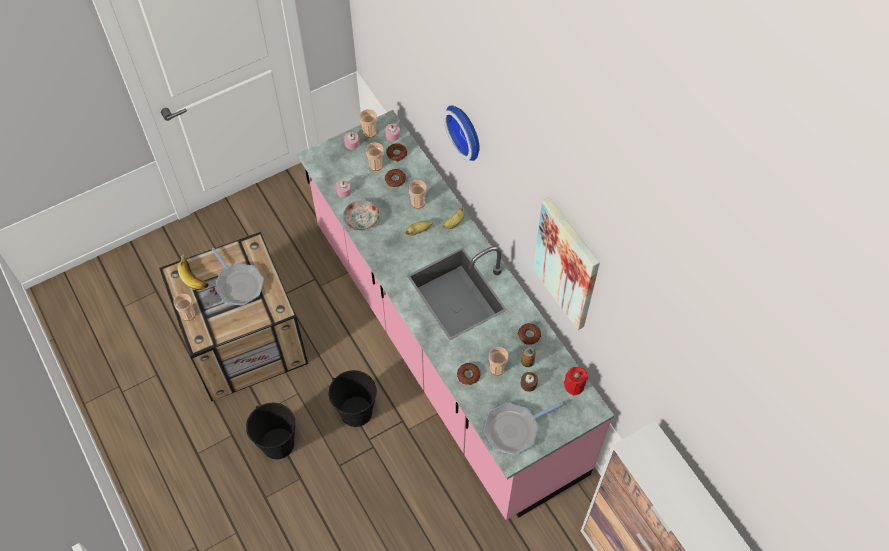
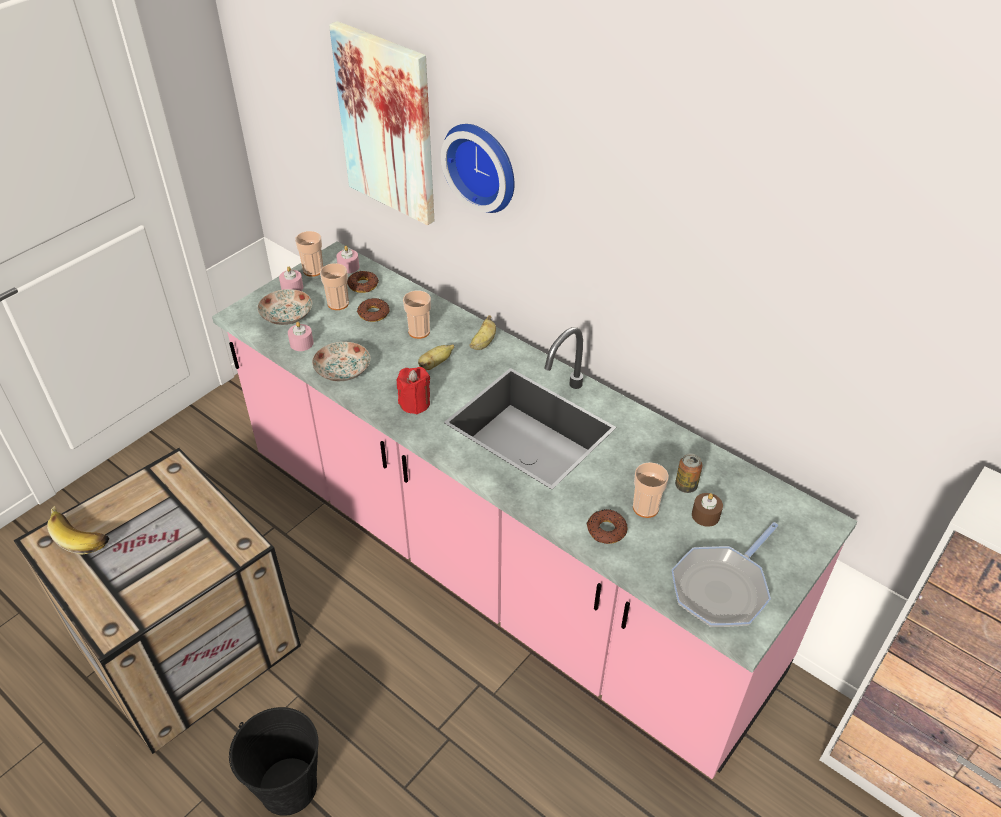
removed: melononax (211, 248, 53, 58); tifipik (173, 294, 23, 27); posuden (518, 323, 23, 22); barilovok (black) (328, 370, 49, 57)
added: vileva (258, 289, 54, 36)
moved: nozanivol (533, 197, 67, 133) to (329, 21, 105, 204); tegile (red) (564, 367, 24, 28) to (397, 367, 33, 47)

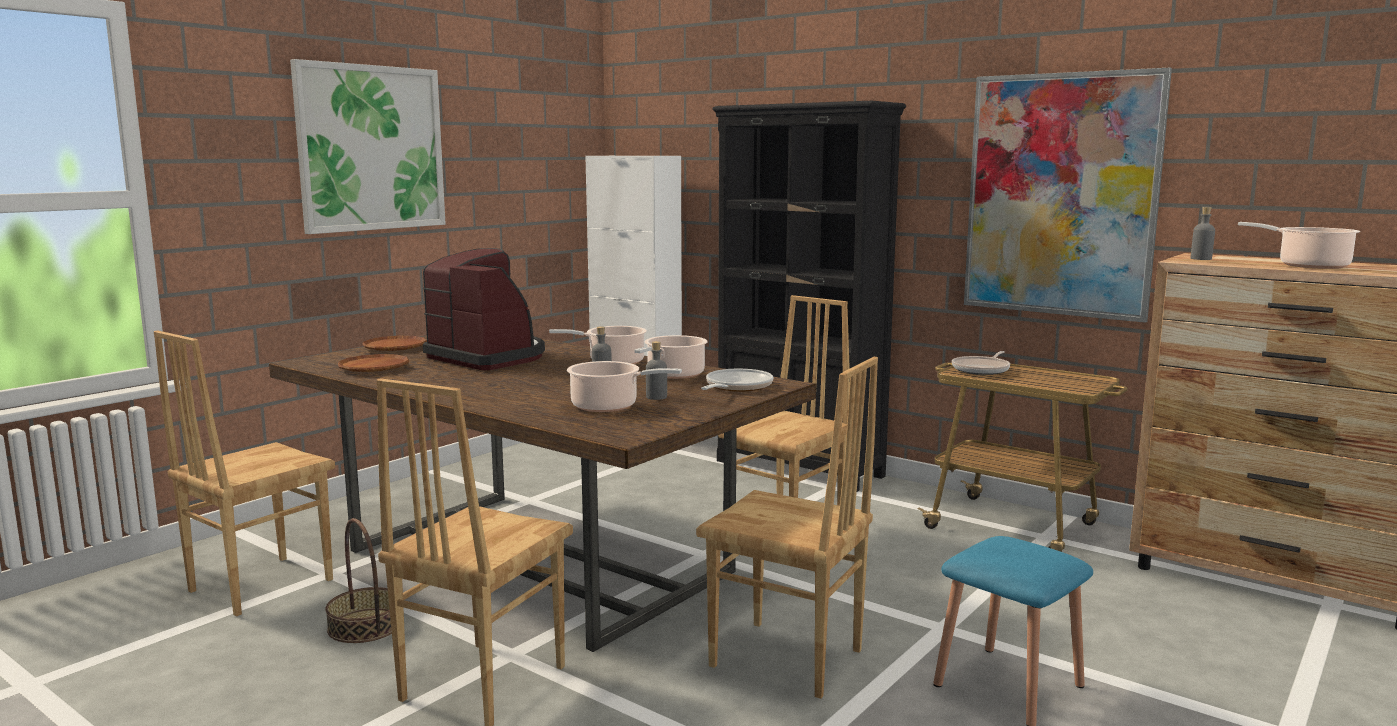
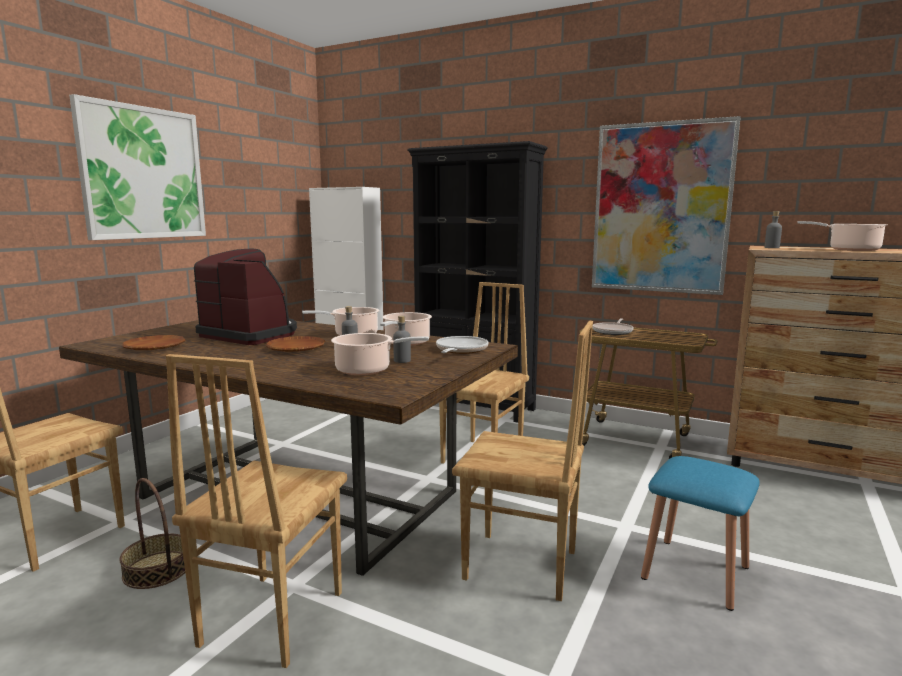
moved: vileva (brown) (362, 336, 65, 15) to (265, 336, 60, 16)

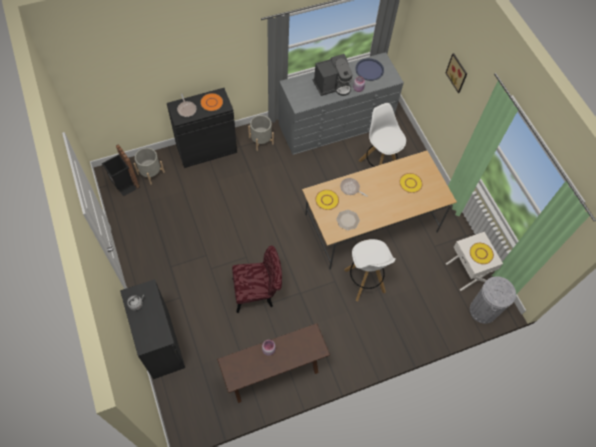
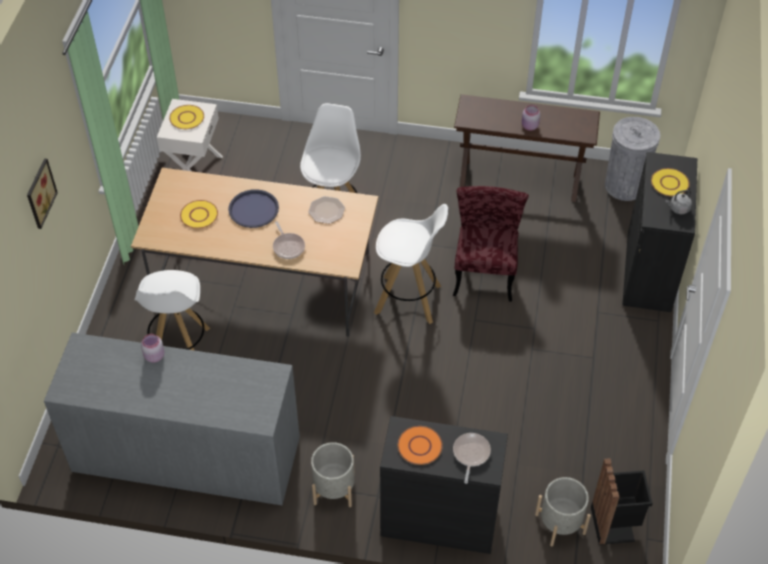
removed: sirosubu (313, 54, 40, 42)
added: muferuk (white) (374, 204, 74, 120)
moved: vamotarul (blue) (355, 58, 29, 23) to (228, 189, 51, 39); vileva (yellow) (315, 190, 24, 20) to (651, 168, 39, 28); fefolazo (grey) (470, 276, 46, 48) to (605, 117, 55, 84)
turned: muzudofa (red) (232, 246, 50, 67) = (453, 186, 76, 116) 75 degrees clockwise

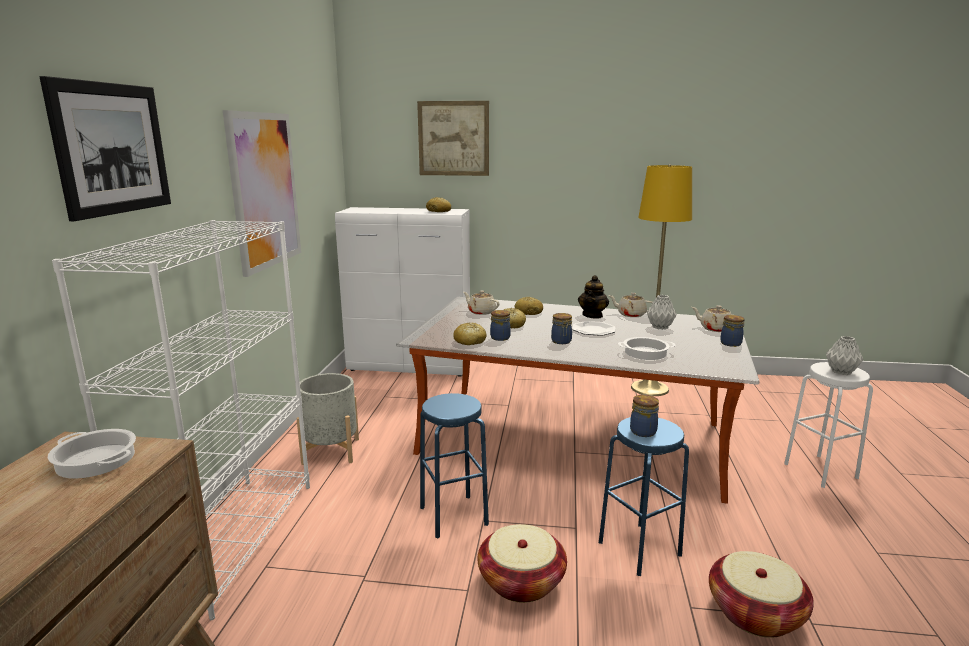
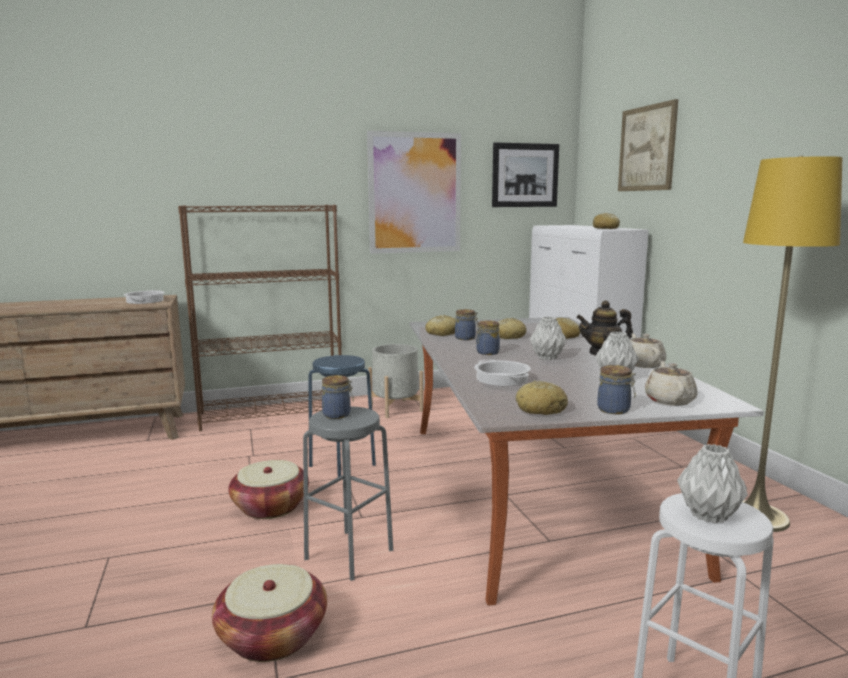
removed: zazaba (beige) (463, 291, 37, 24)
added: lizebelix (516, 381, 52, 34)
moved: nozanivol (40, 76, 131, 145) to (492, 142, 67, 65)
replaced: vileva (572, 321, 44, 15) to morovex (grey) (530, 317, 37, 43)
recoloured: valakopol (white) (52, 220, 258, 400) to valakopol (brown) (178, 205, 164, 226); muferuk (blue) (599, 417, 90, 159) to muferuk (grey) (303, 406, 90, 175)

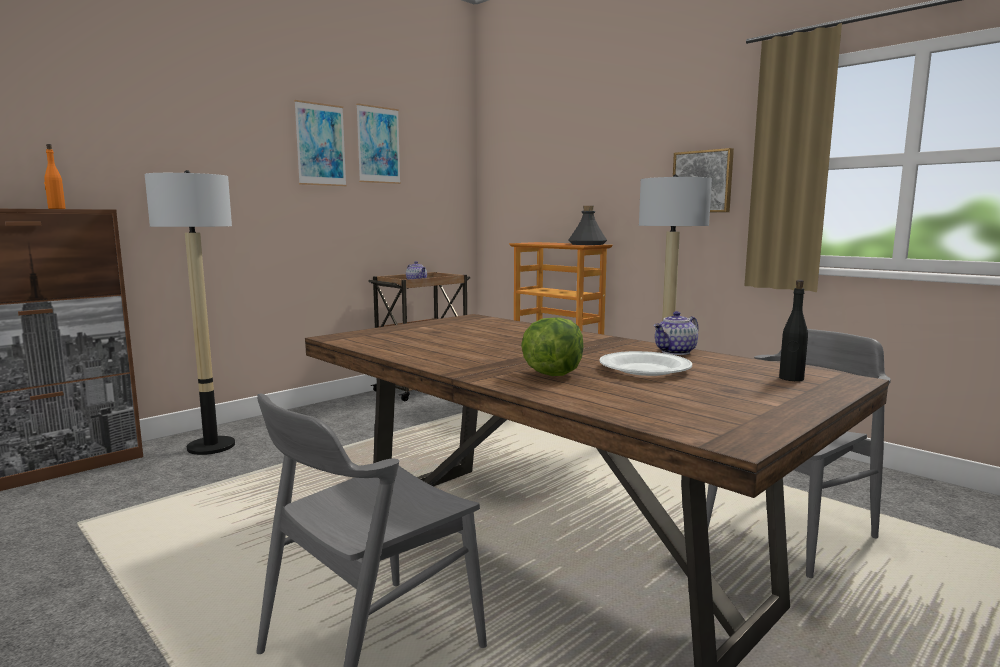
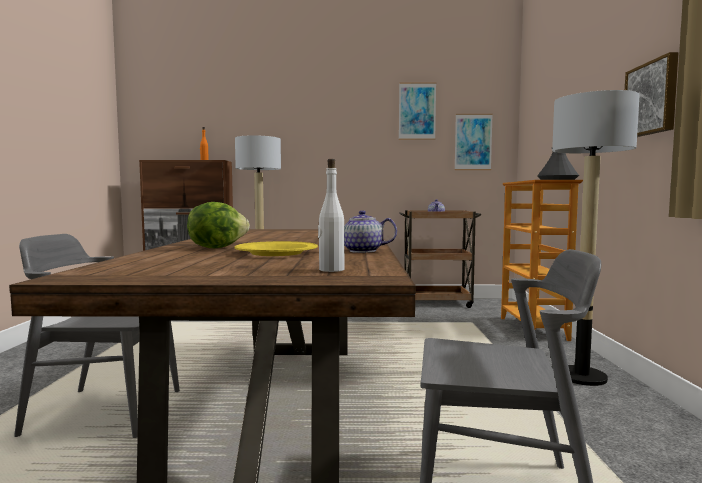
moved: nozanivol (294, 100, 53, 86) to (454, 114, 39, 56)
recoloured: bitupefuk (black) (779, 280, 29, 101) to bitupefuk (white) (318, 159, 26, 113); vileva (white) (599, 351, 93, 25) to vileva (yellow) (234, 241, 84, 15)

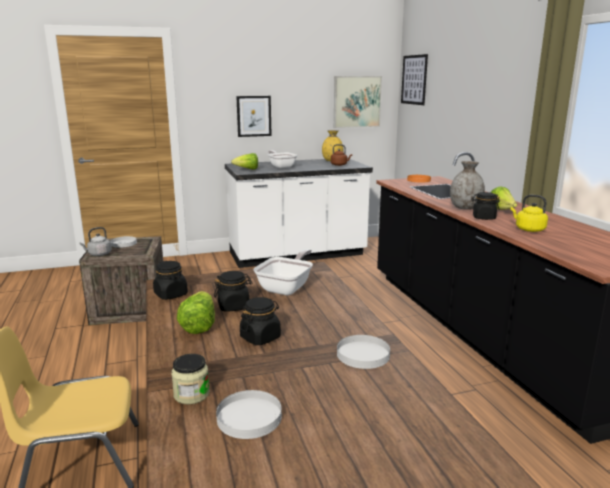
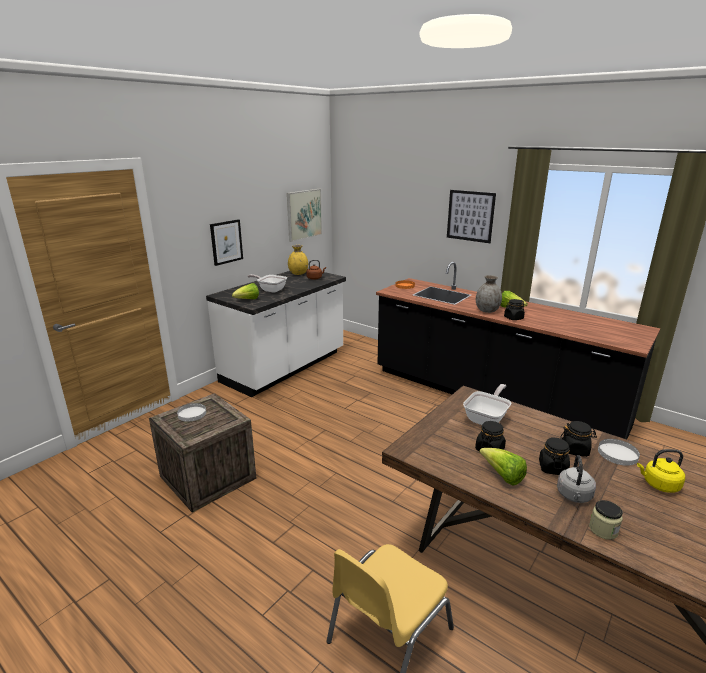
removed: vileva (white) (216, 390, 66, 49)
moved: nozanivol (401, 54, 27, 51) to (447, 190, 49, 53); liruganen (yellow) (511, 195, 37, 37) to (637, 449, 48, 44); liruganen (grey) (79, 227, 33, 29) to (557, 455, 39, 48); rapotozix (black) (153, 261, 35, 39) to (561, 421, 36, 36)
turned: melononax (253, 249, 60, 46) = (463, 384, 48, 41) 45 degrees clockwise

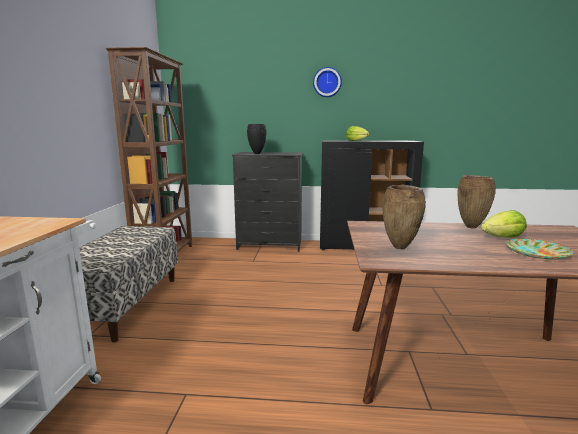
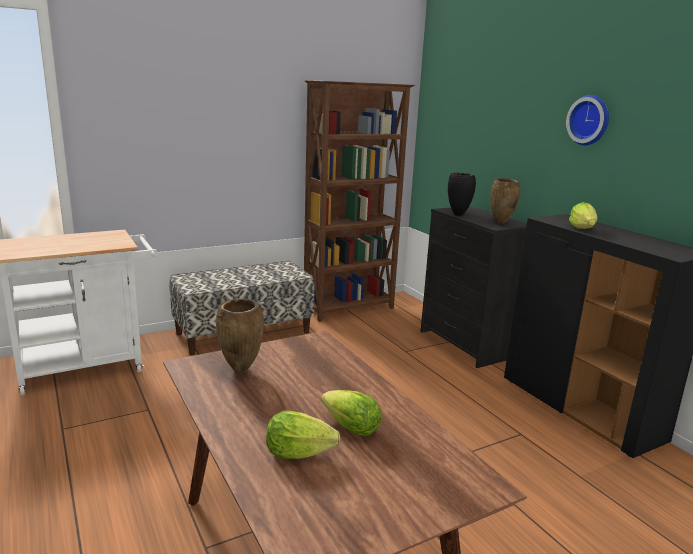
moved: morovex (brown) (457, 175, 39, 53) to (490, 178, 30, 46)
replaced: vileva (505, 239, 69, 21) to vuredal (266, 411, 74, 48)

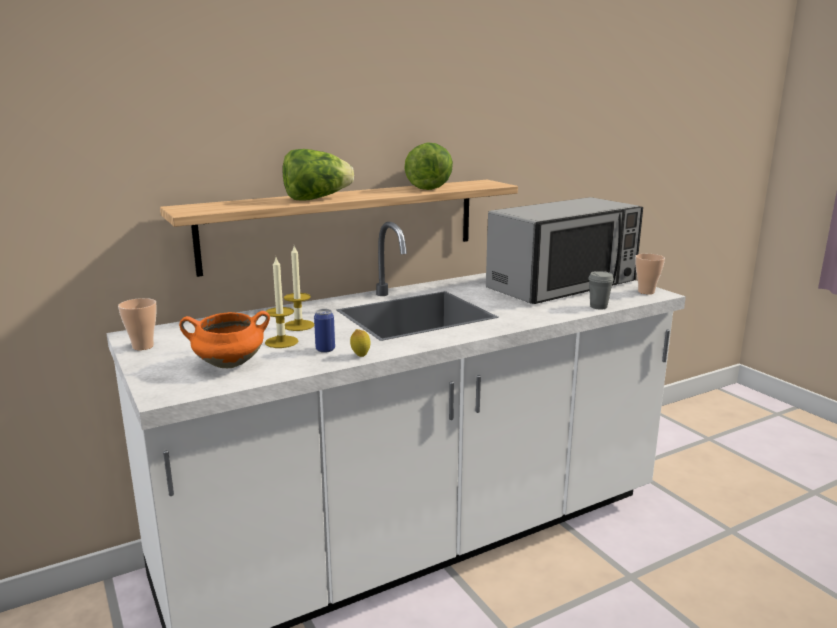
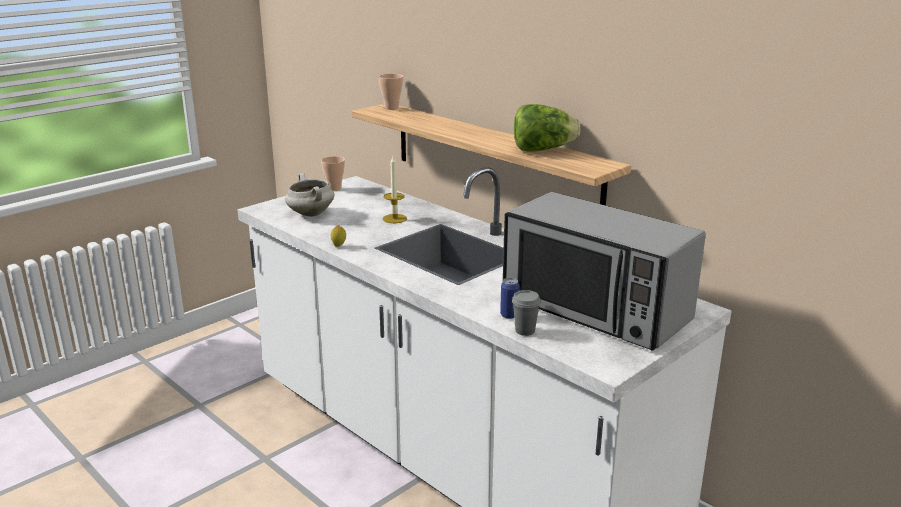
removed: vuredal (283, 149, 71, 52); tegile (265, 257, 33, 91)
moved: tifipik (635, 254, 30, 40) to (378, 74, 25, 36); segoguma (314, 309, 21, 44) to (500, 278, 20, 41)
recoloured: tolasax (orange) (179, 311, 91, 57) to tolasax (white) (285, 173, 49, 44)

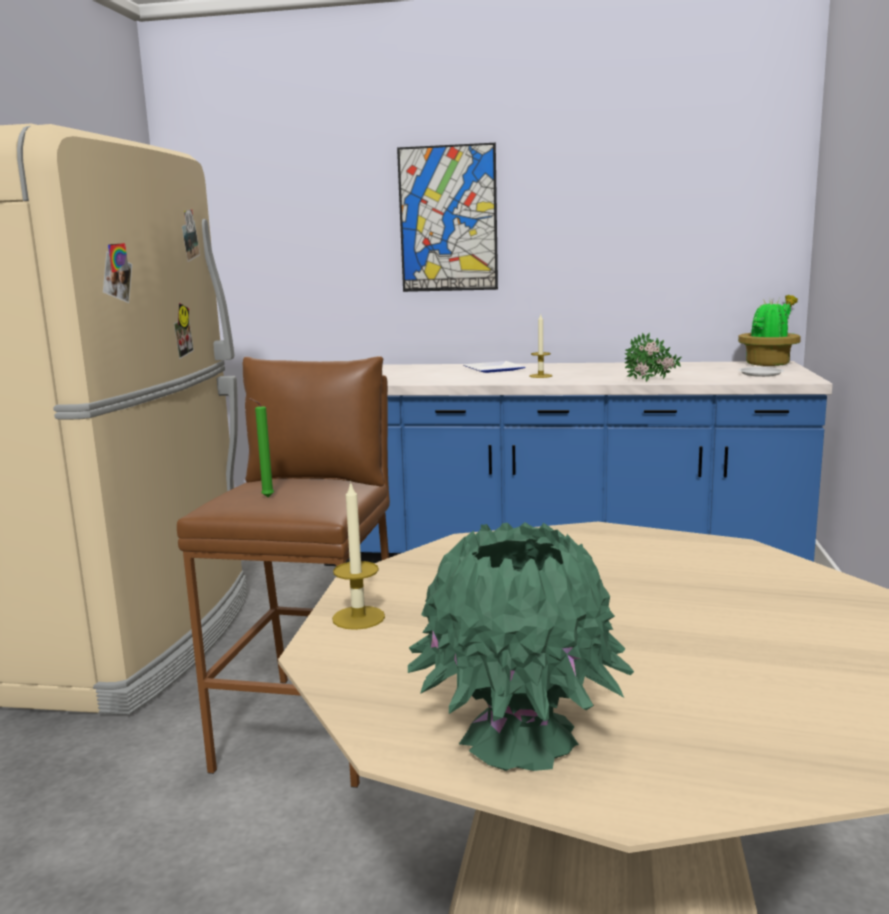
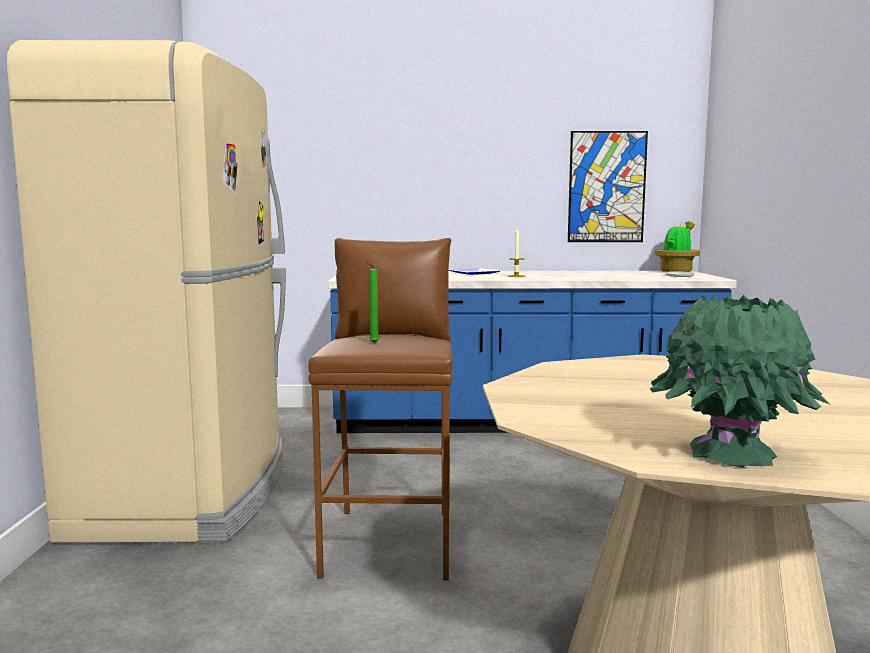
removed: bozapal (625, 333, 57, 49); tegile (332, 481, 53, 149)
moved: nozanivol (397, 143, 101, 149) to (568, 131, 80, 111)

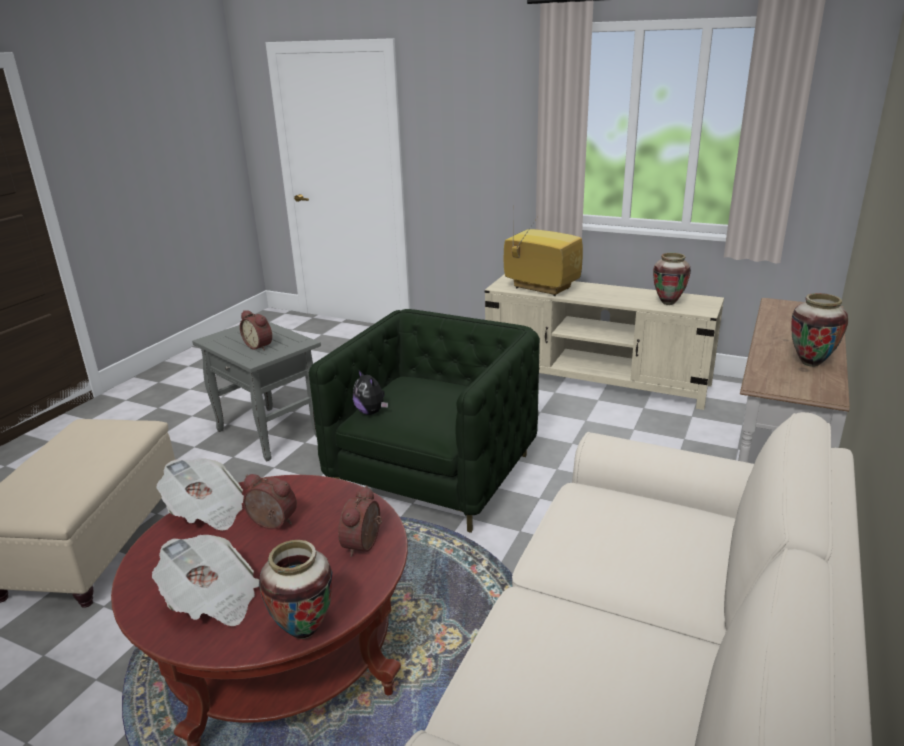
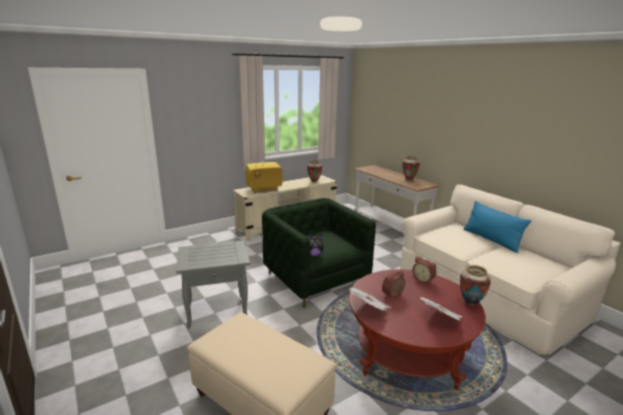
removed: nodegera (240, 310, 32, 41)
added: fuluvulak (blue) (464, 201, 67, 52)

